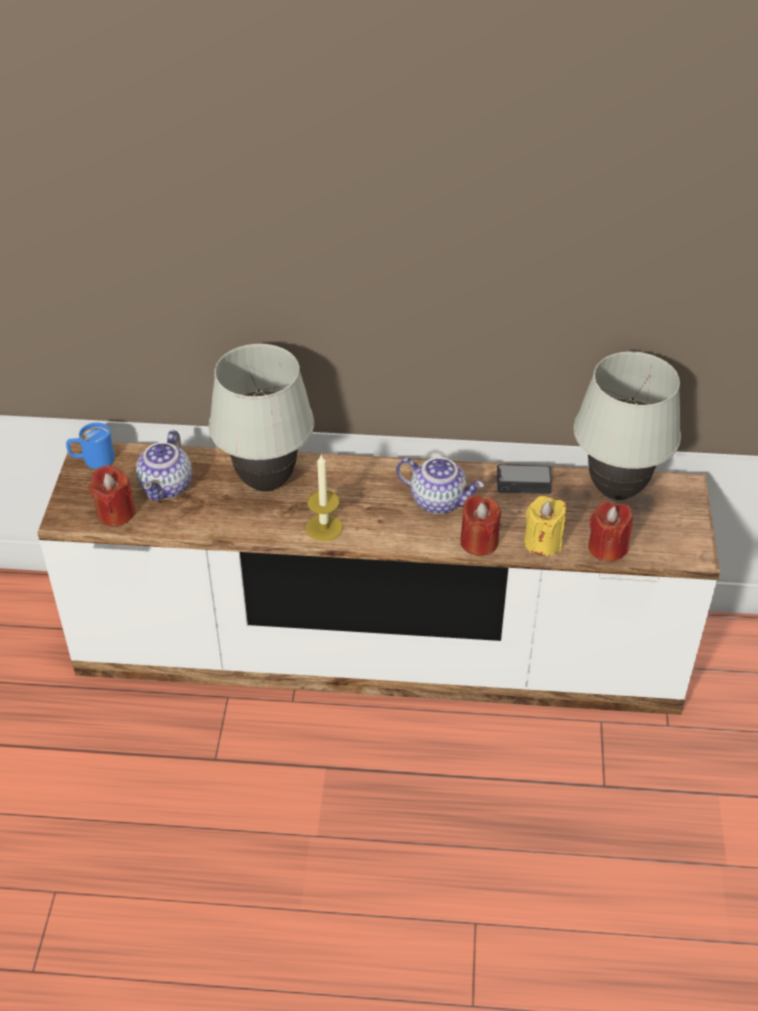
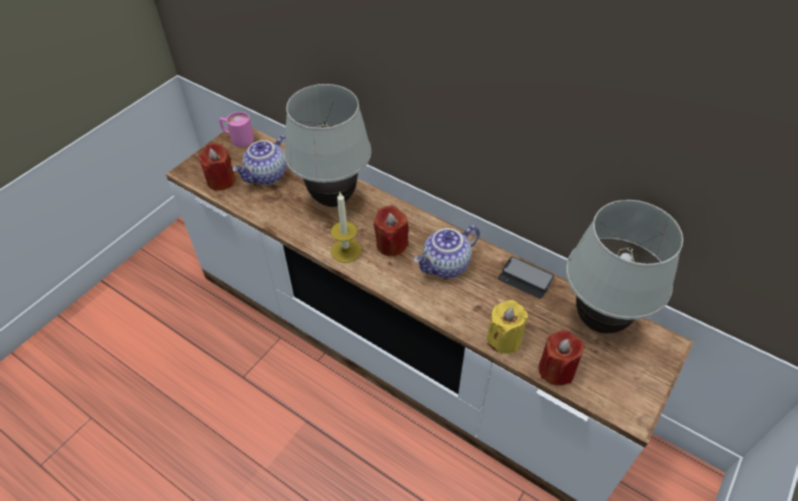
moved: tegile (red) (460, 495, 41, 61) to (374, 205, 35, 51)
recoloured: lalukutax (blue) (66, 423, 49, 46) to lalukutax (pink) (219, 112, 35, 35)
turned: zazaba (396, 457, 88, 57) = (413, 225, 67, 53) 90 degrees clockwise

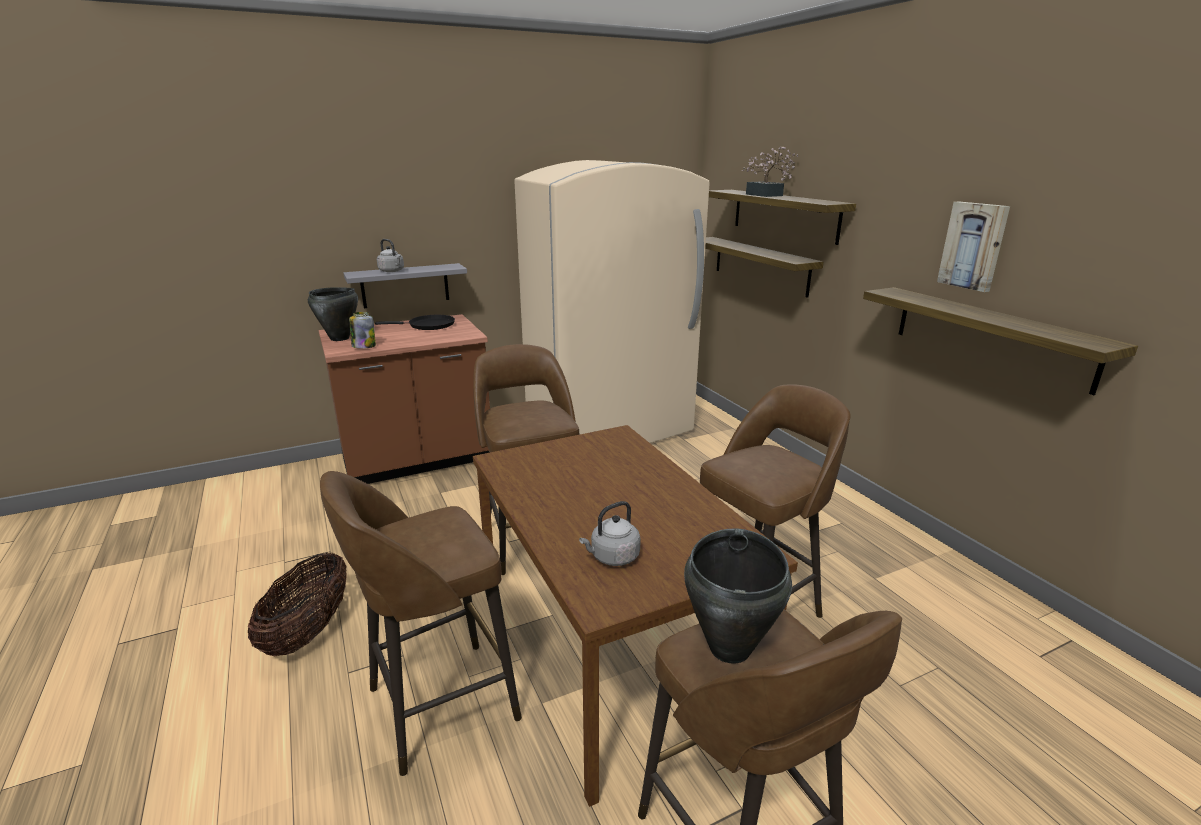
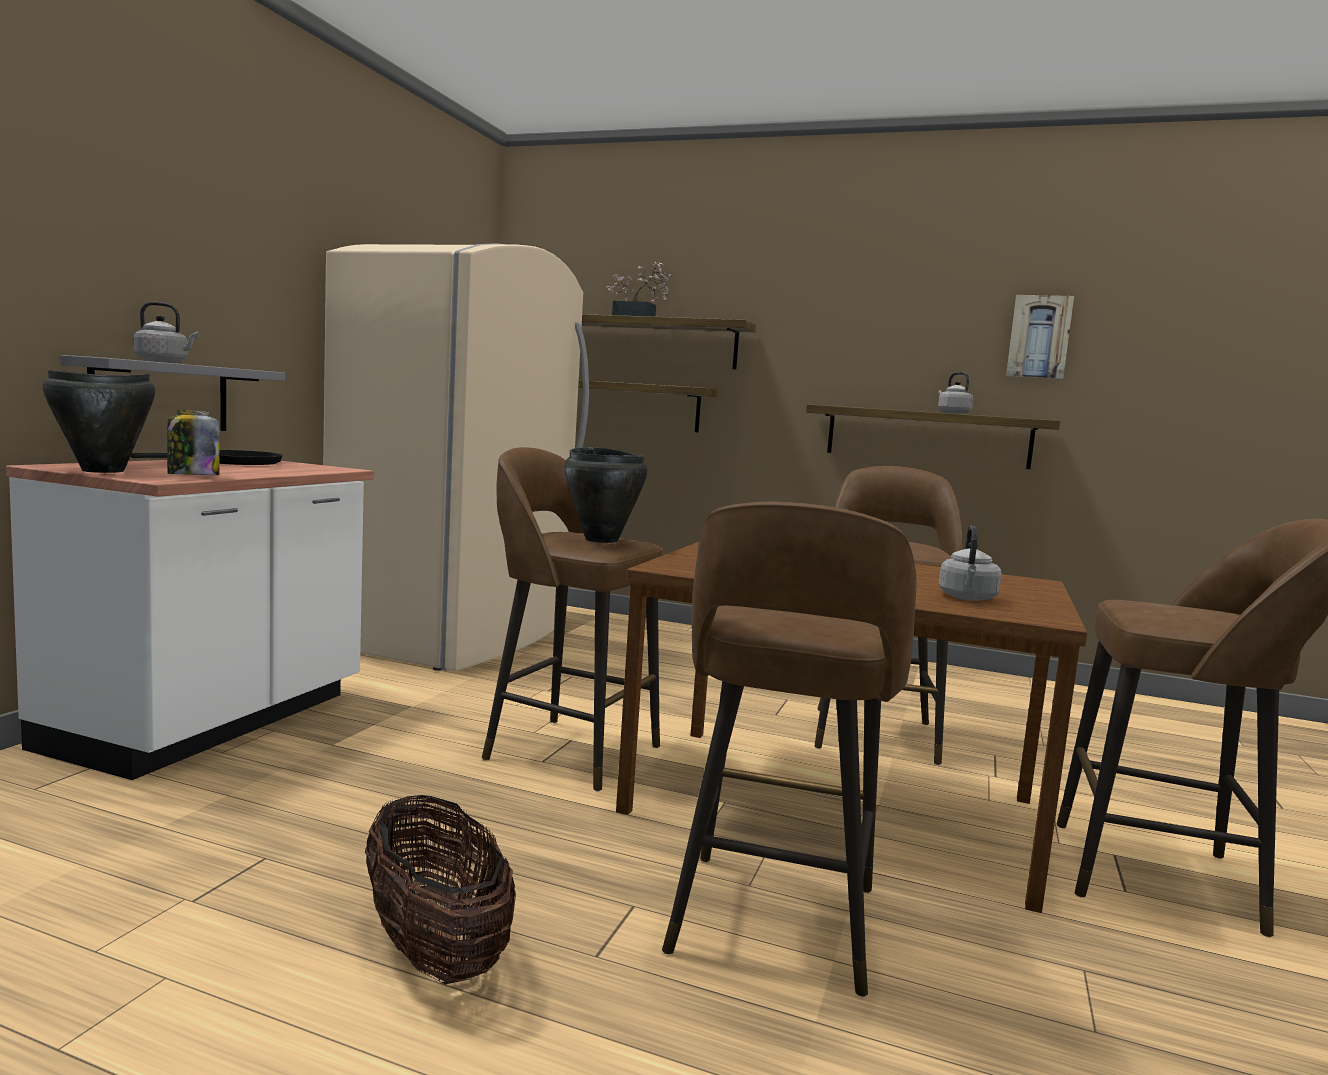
added: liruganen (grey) (938, 372, 35, 42)
moved: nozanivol (937, 202, 73, 90) to (1006, 295, 68, 84); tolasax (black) (684, 528, 108, 136) to (564, 447, 83, 96)
recoloured: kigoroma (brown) (319, 314, 171, 170) to kigoroma (white) (6, 460, 368, 320)

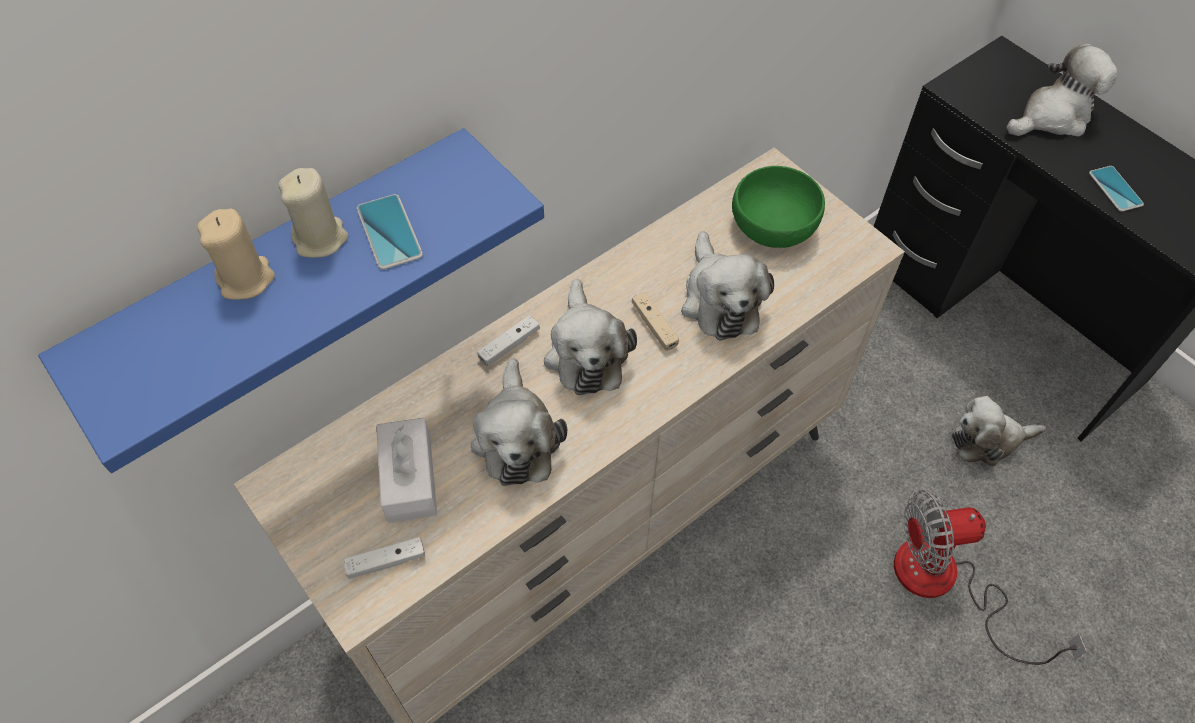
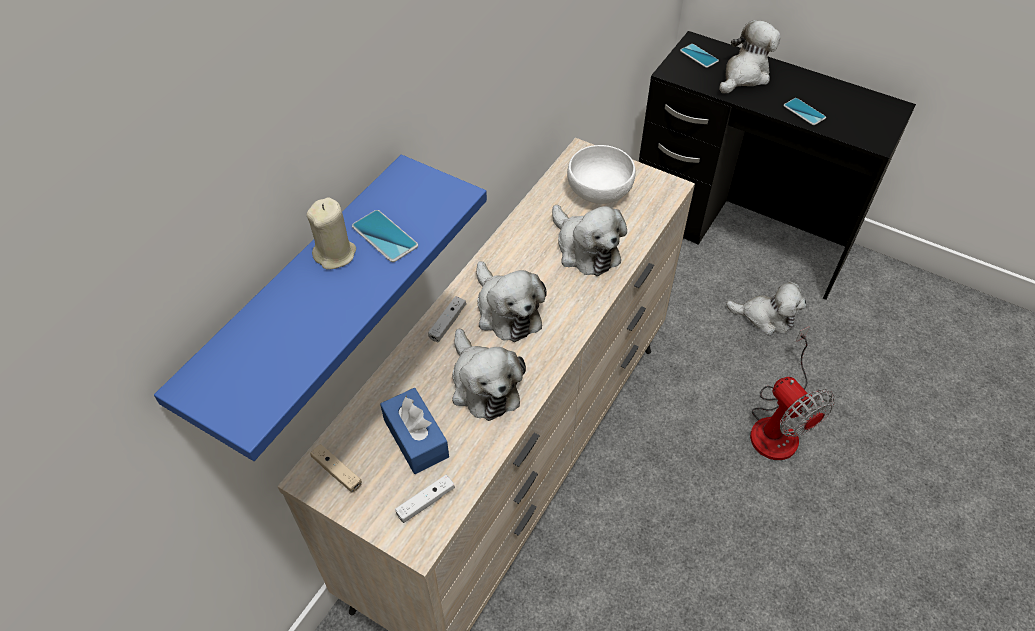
removed: tegile (beige) (197, 208, 78, 92)
added: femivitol (680, 44, 39, 24)
moved: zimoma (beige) (632, 292, 47, 59) to (310, 444, 52, 49)
recoloured: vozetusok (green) (732, 166, 93, 82) to vozetusok (white) (567, 145, 69, 59); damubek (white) (376, 418, 61, 105) to damubek (blue) (380, 388, 69, 86)
turned: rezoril (952, 396, 94, 70) = (726, 282, 80, 54) 135 degrees counterclockwise; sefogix (894, 490, 193, 175) = (750, 327, 85, 133) 90 degrees counterclockwise

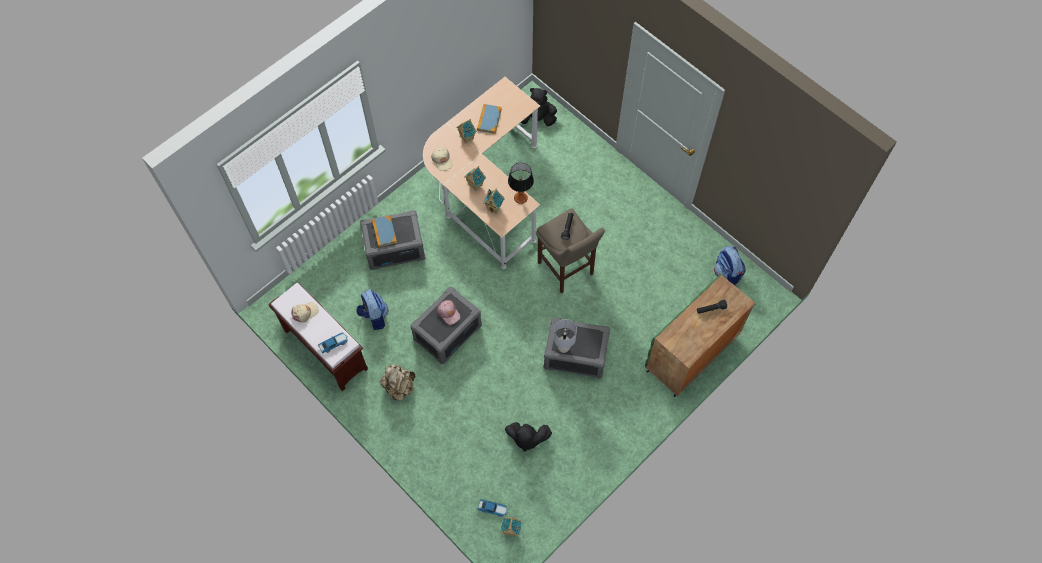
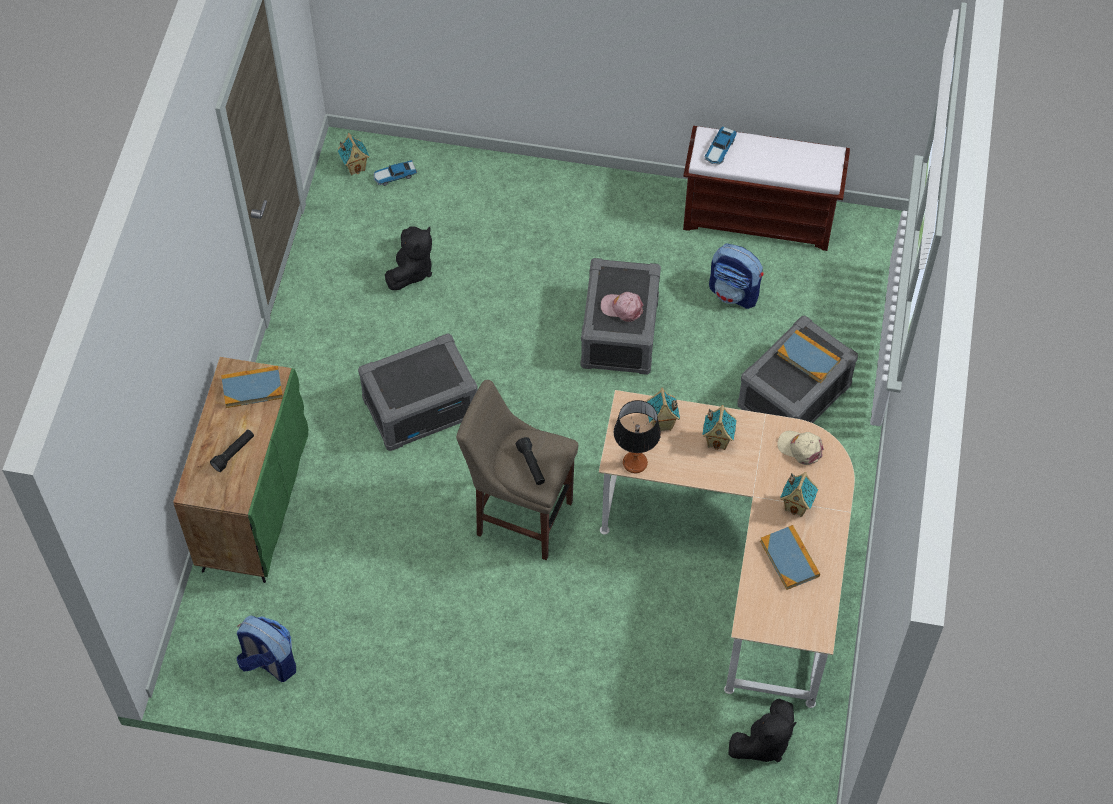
removed: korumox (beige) (291, 302, 28, 21); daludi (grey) (553, 319, 24, 34); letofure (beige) (380, 364, 35, 37)
added: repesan (221, 366, 62, 42)
turned: rezoril (black) (505, 422, 47, 30) = (385, 226, 47, 64) 135 degrees clockwise

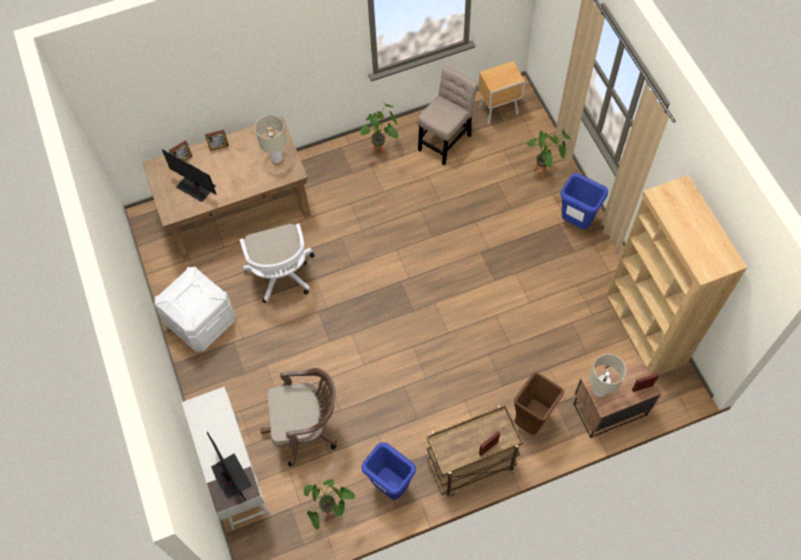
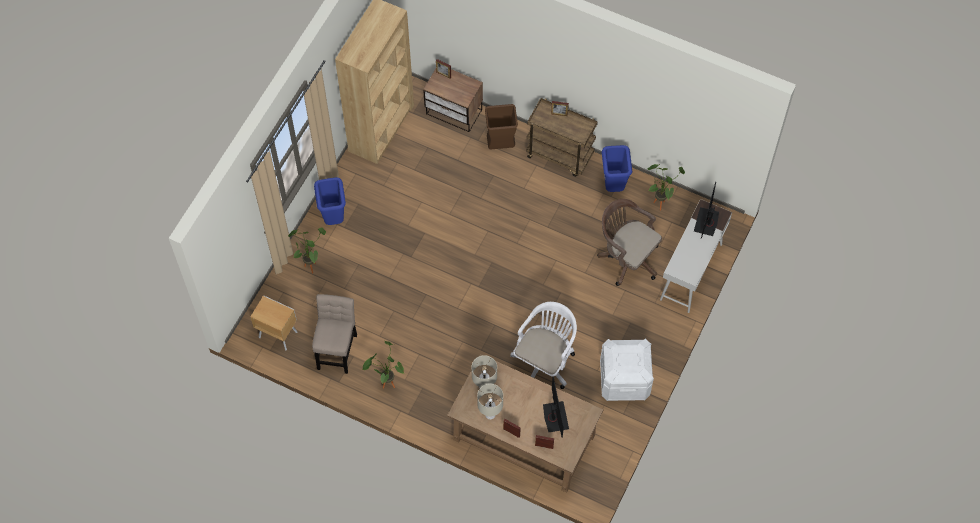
moved: daludi (beige) (589, 354, 37, 43) to (477, 384, 26, 35)
turned: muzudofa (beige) (418, 66, 60, 99) = (312, 294, 45, 80) 105 degrees clockwise

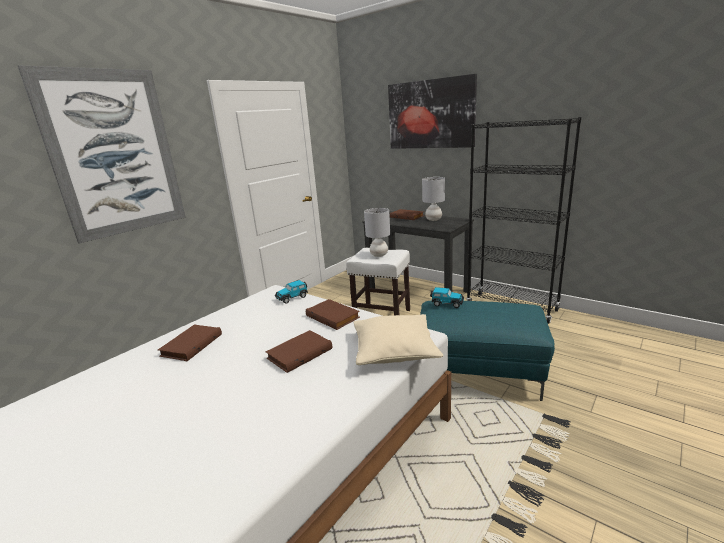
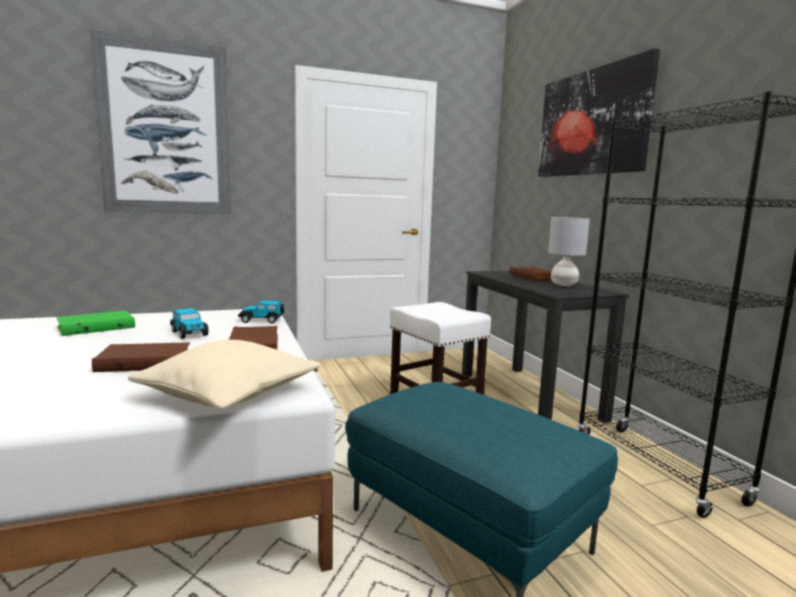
removed: daludi (grey) (364, 208, 26, 49)
moved: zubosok (430, 287, 34, 21) to (170, 308, 39, 31)
recoloured: repesan (brown) (158, 325, 64, 36) to repesan (green) (56, 310, 79, 26)

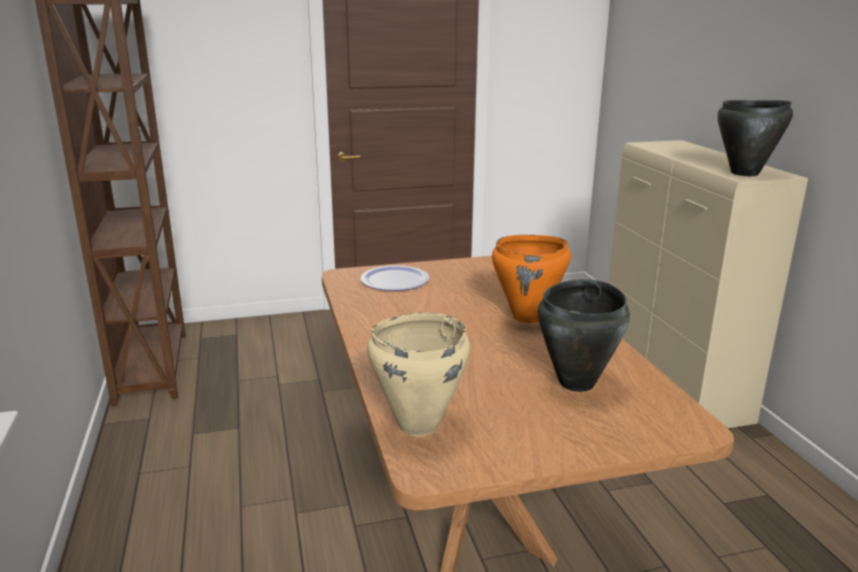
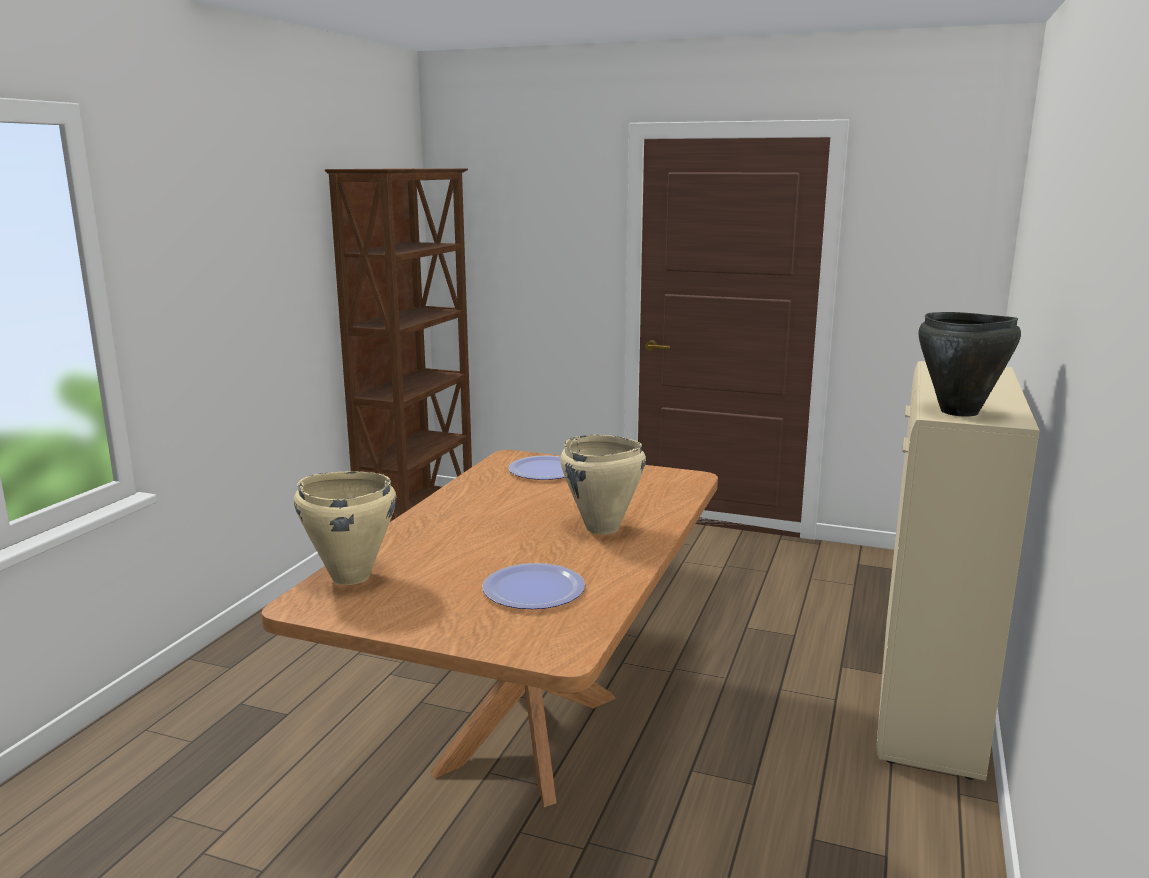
replaced: tolasax (black) (538, 279, 92, 113) to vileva (482, 563, 103, 46)
recoloured: tolasax (orange) (492, 235, 79, 88) to tolasax (beige) (560, 435, 86, 99)

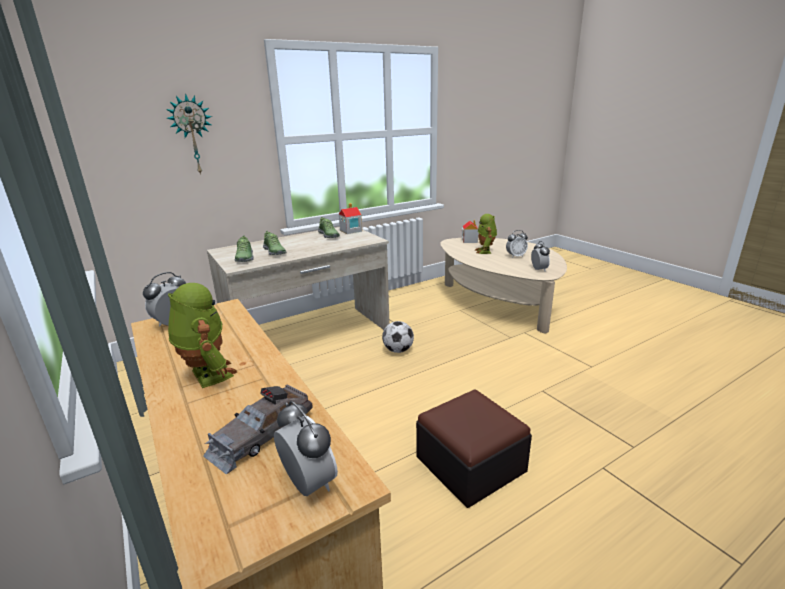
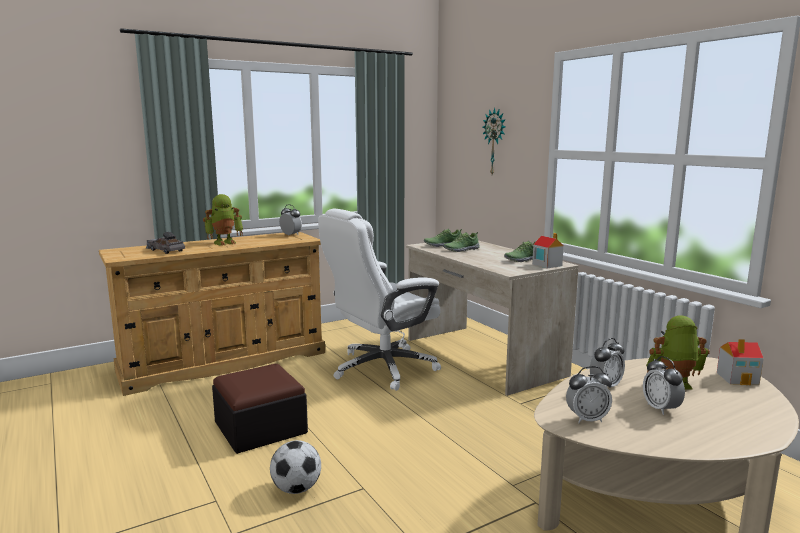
added: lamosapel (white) (318, 209, 123, 182)
moved: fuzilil (382, 321, 32, 32) to (270, 440, 51, 54); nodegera (274, 401, 64, 95) to (590, 338, 35, 49)

